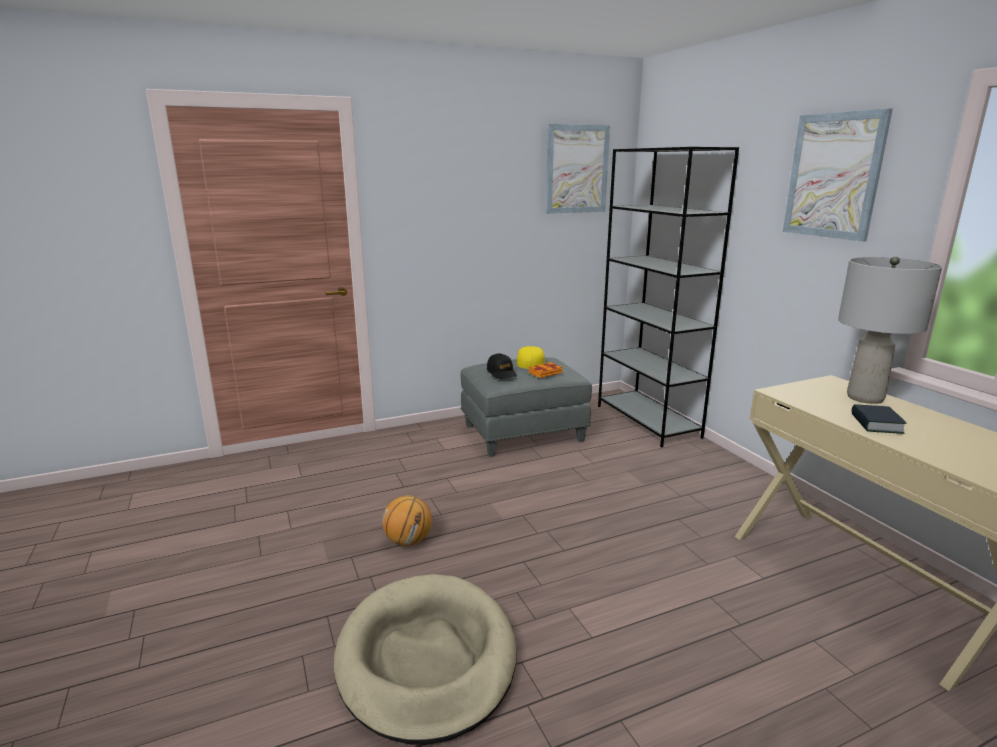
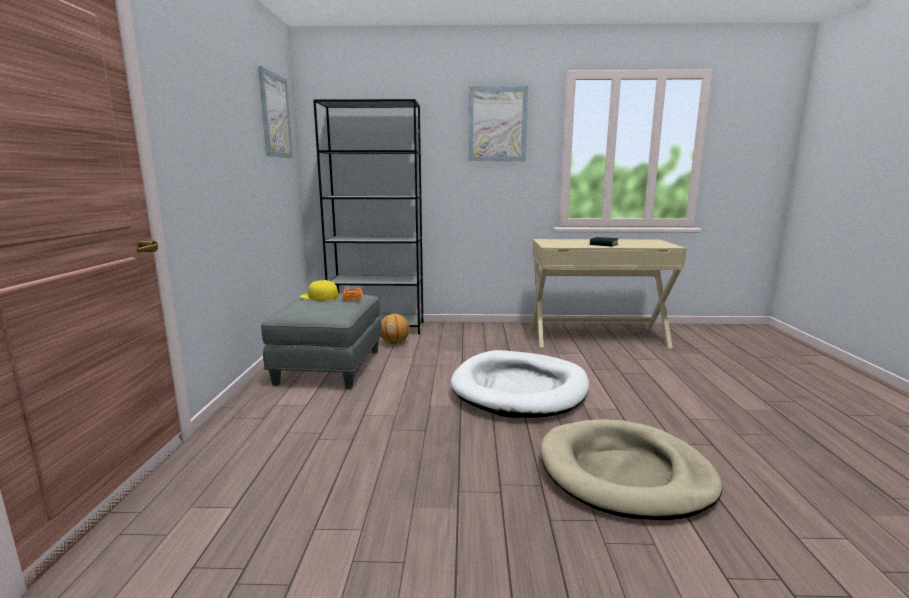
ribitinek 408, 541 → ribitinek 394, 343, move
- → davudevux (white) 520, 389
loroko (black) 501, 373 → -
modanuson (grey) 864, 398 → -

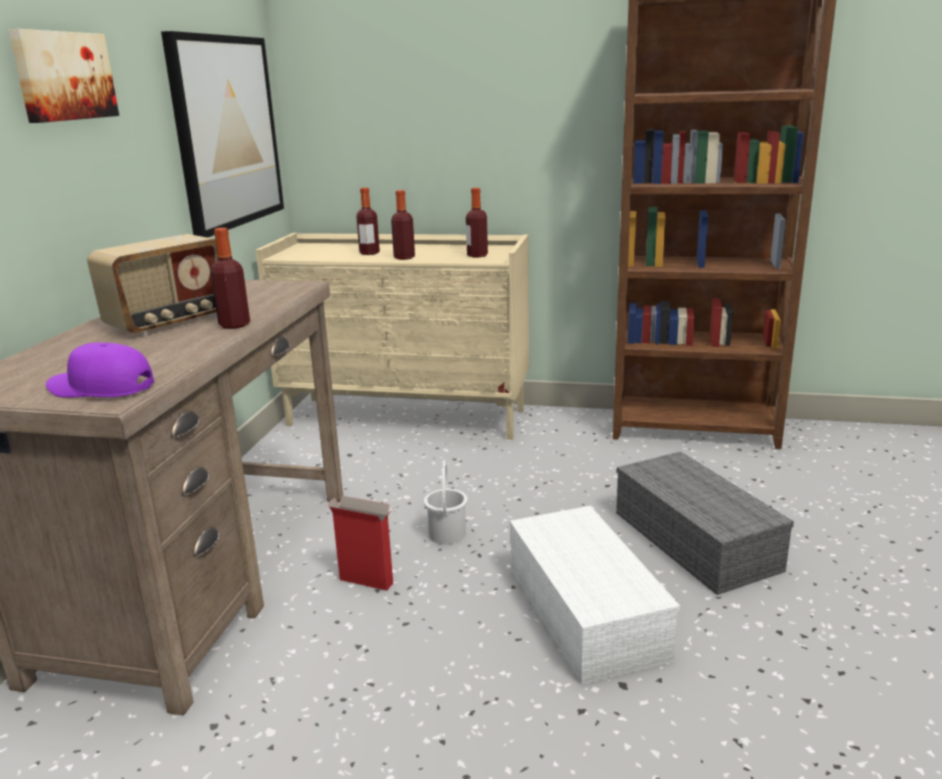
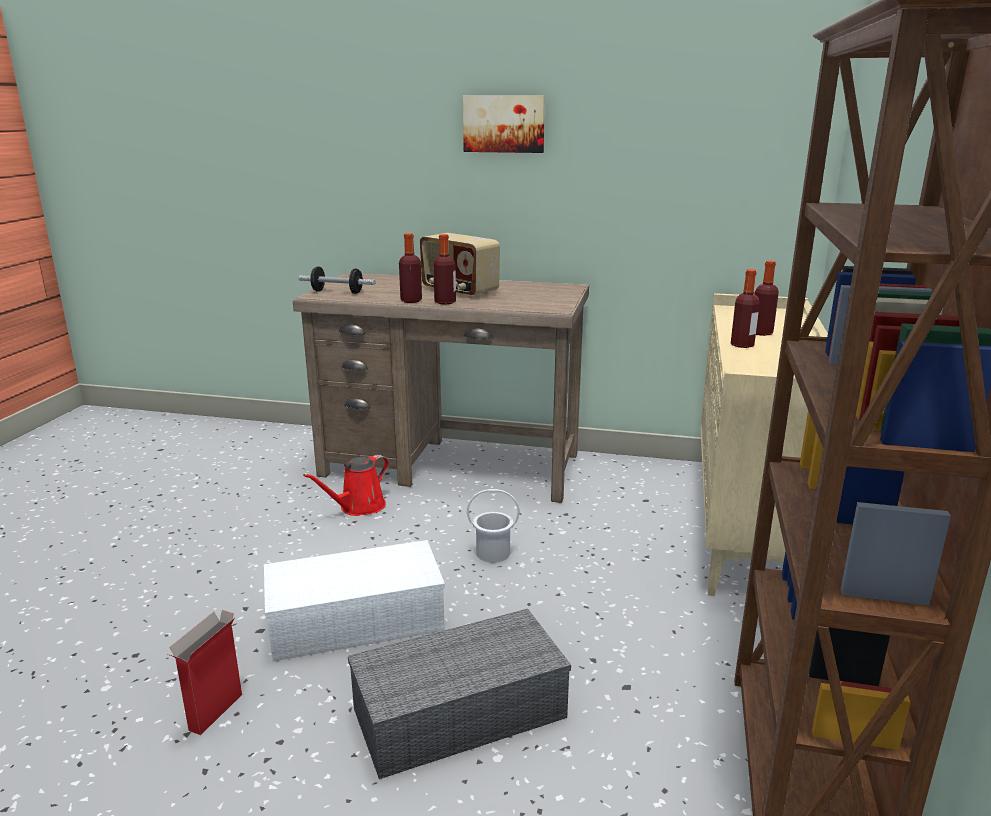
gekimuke 367, 581 → gekimuke 215, 713, move
loroko (purple) 101, 388 → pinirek 337, 292
- → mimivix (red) 358, 507
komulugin 477, 255 → komulugin 411, 301, move
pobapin 226, 132 → -

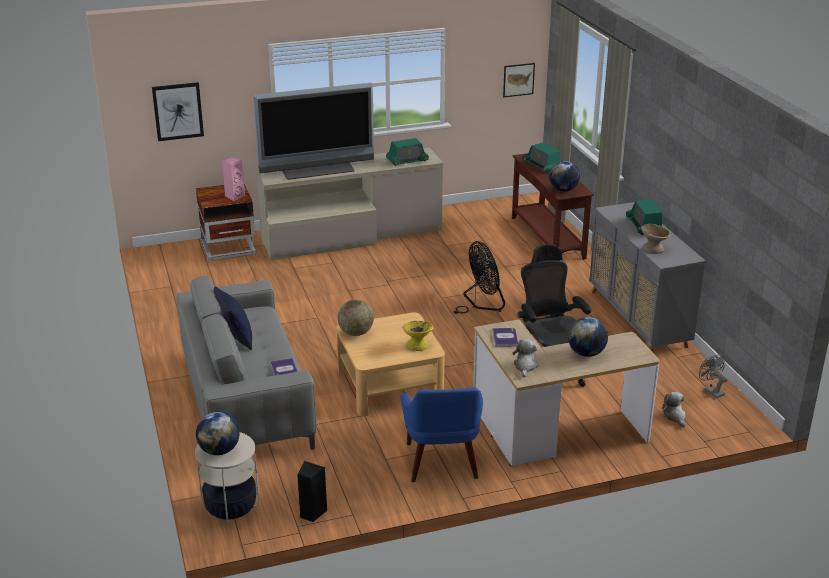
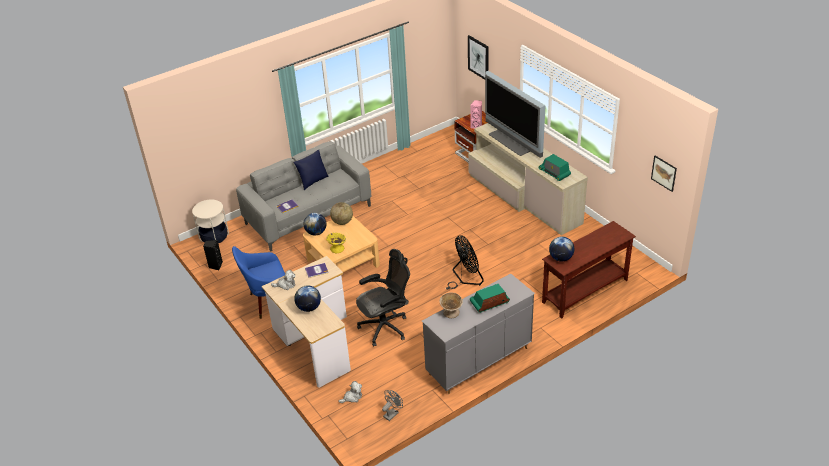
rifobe 219, 450 → rifobe 316, 232, move
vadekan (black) 478, 301 → vadekan (black) 463, 276, 75 degrees counterclockwise
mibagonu 542, 165 → -

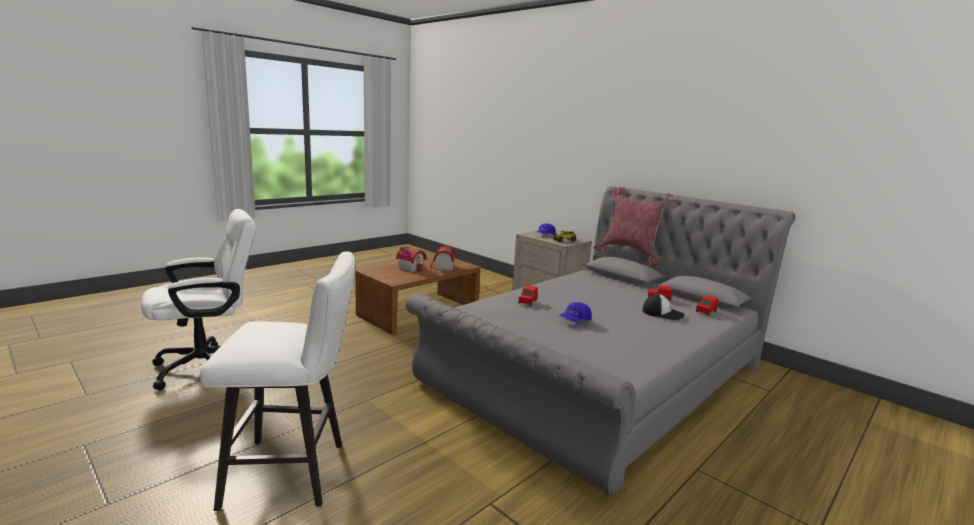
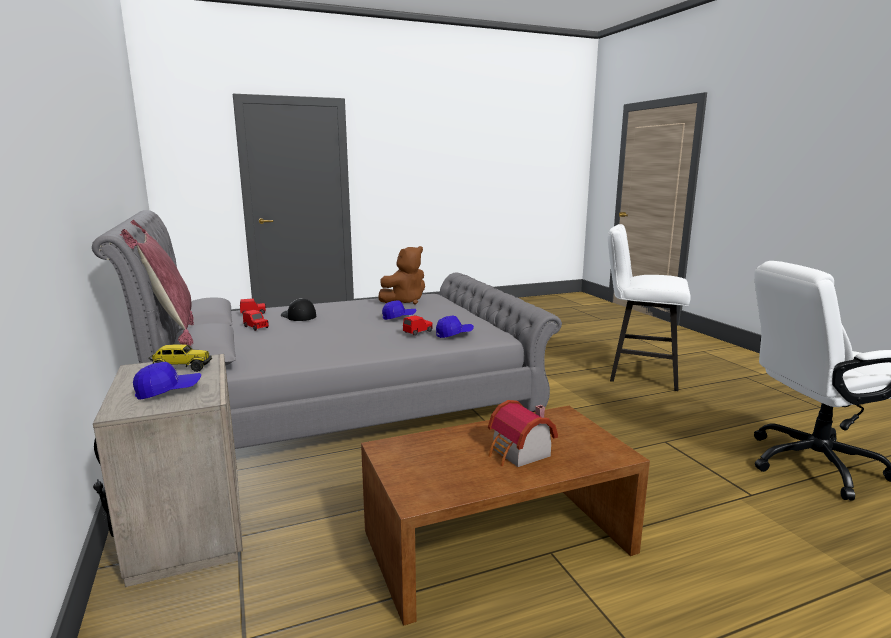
- → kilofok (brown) 405, 301
- → loroko (blue) 454, 334
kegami 442, 267 → -

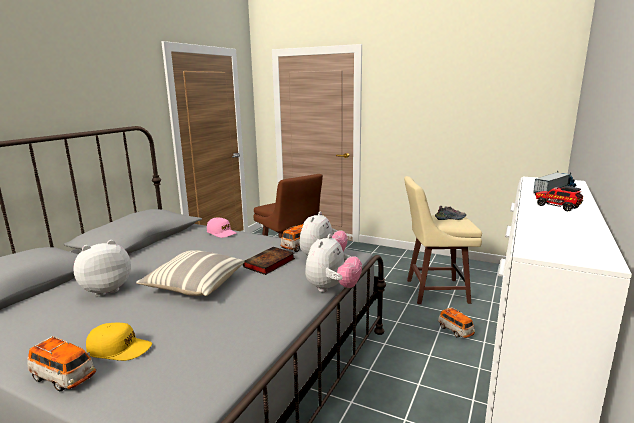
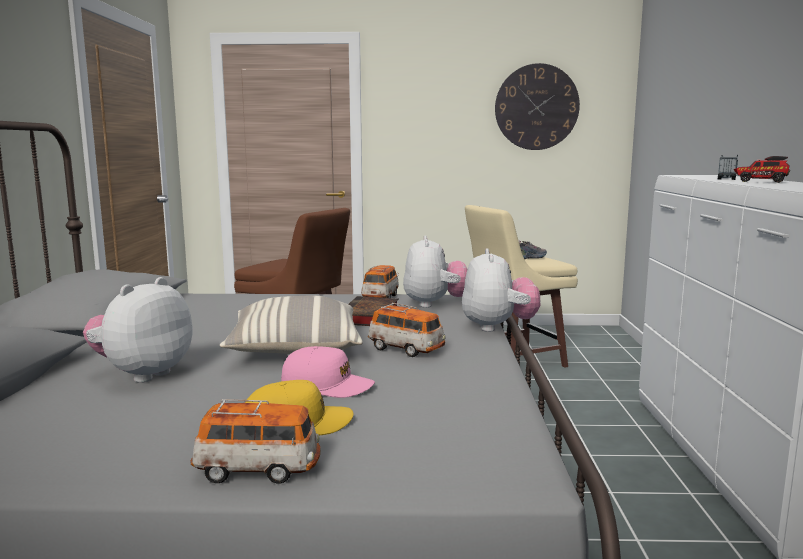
loroko (pink) 221, 233 → loroko (pink) 327, 386, move
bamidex 455, 331 → bamidex 406, 349, move
- → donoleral 536, 107

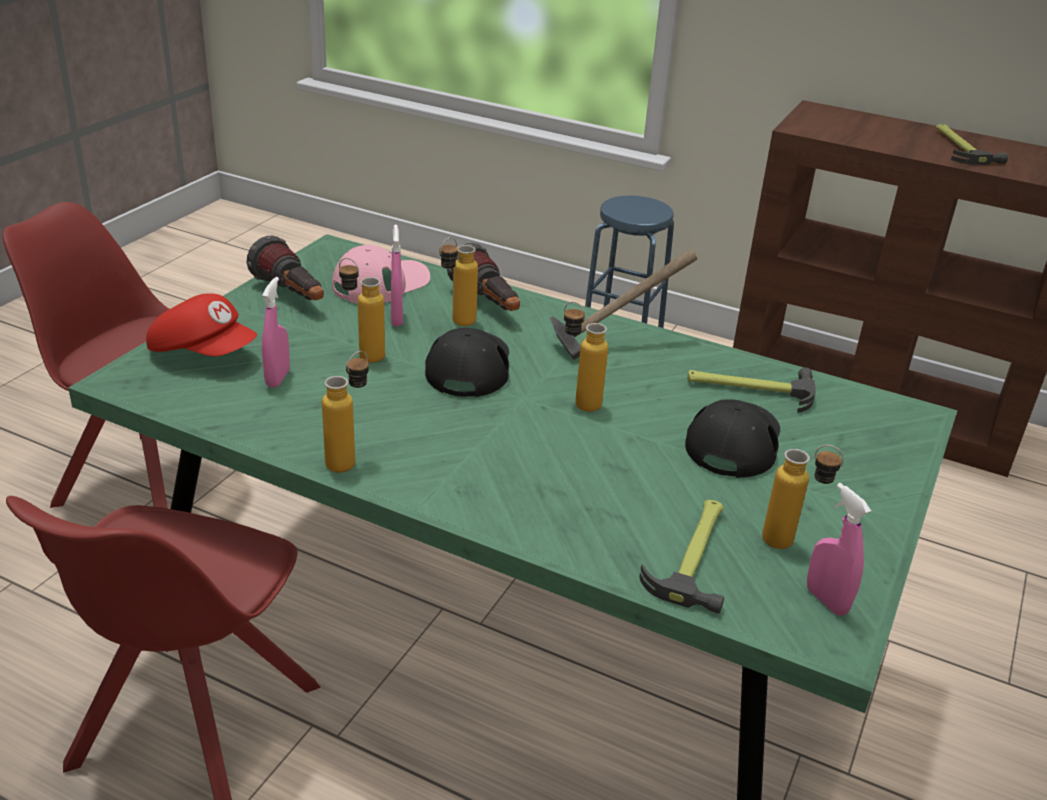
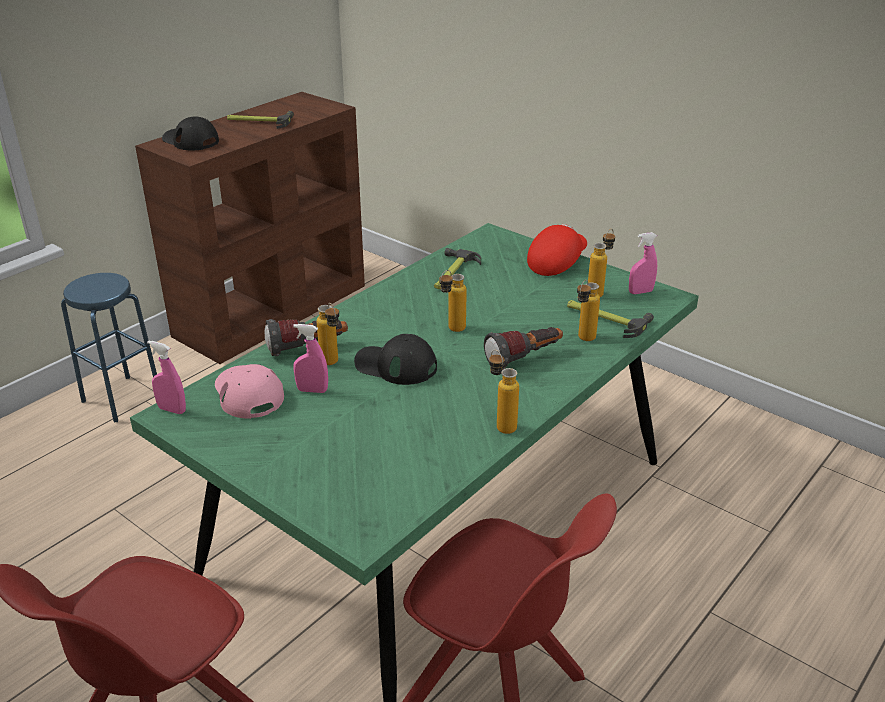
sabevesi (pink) 278, 378 → sabevesi (pink) 172, 410, move
loroko (black) 734, 441 → loroko (black) 190, 141, move
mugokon 292, 296 → mugokon 524, 359, move
loroko (red) 204, 352 → loroko (red) 556, 262, move
komulugin 362, 354 → komulugin 583, 340, move
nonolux 614, 342 → -

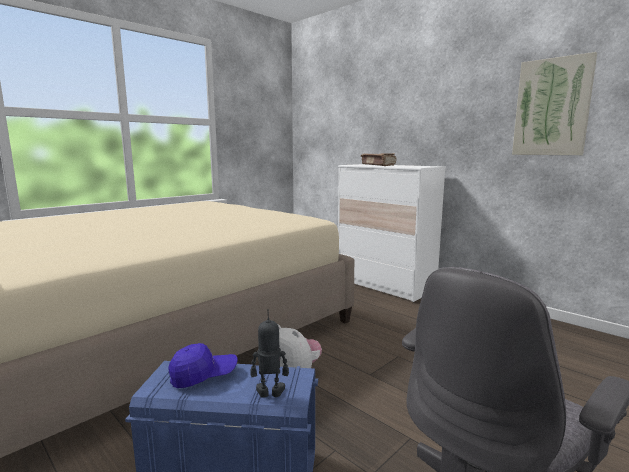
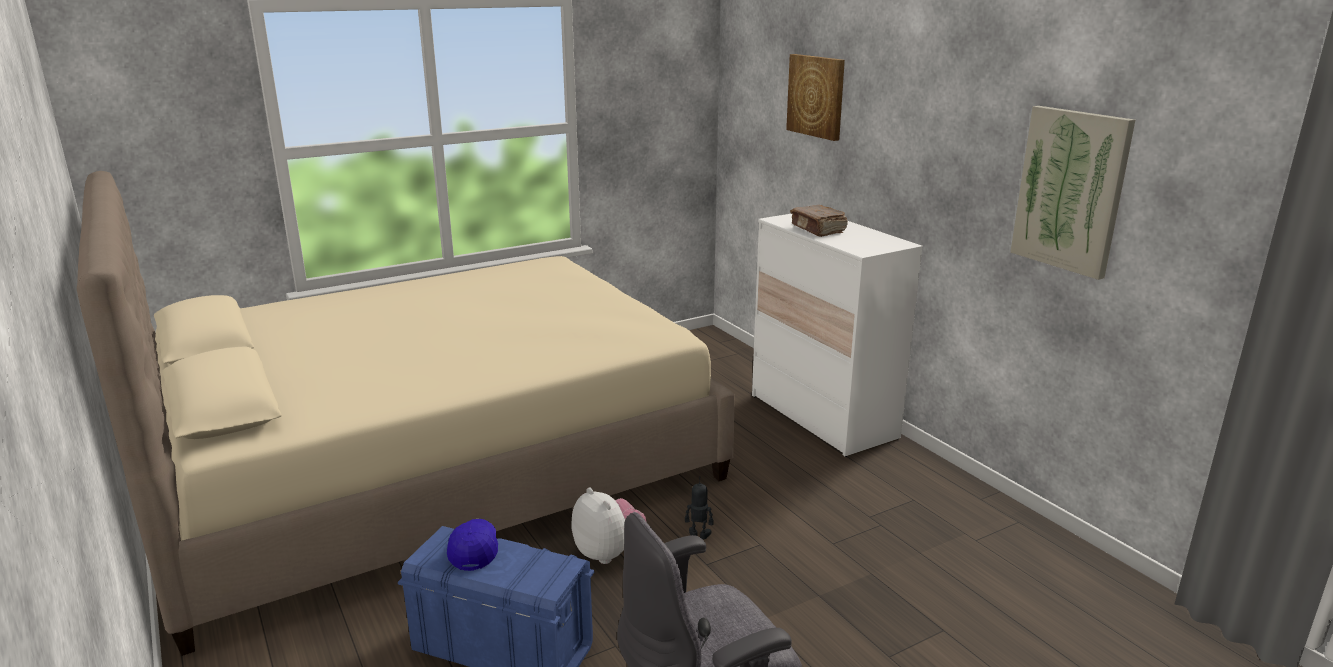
loroko (blue) 203, 376 → loroko (blue) 474, 550, 90 degrees counterclockwise
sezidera 270, 394 → sezidera 699, 536, move
- → pobapin 816, 96

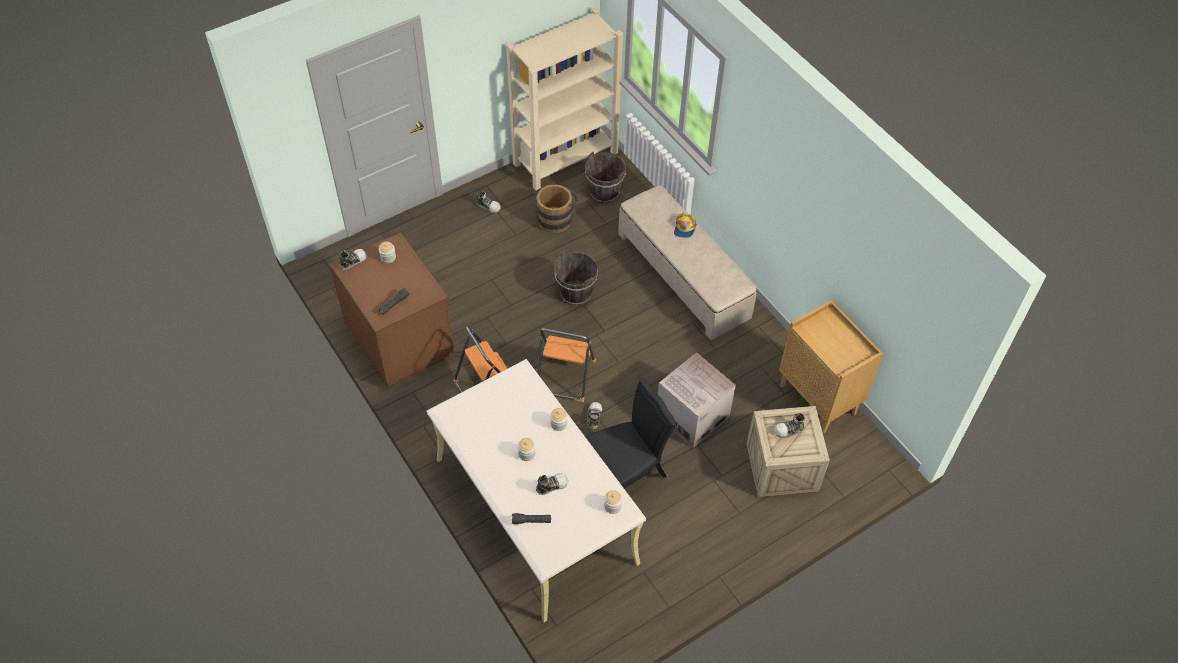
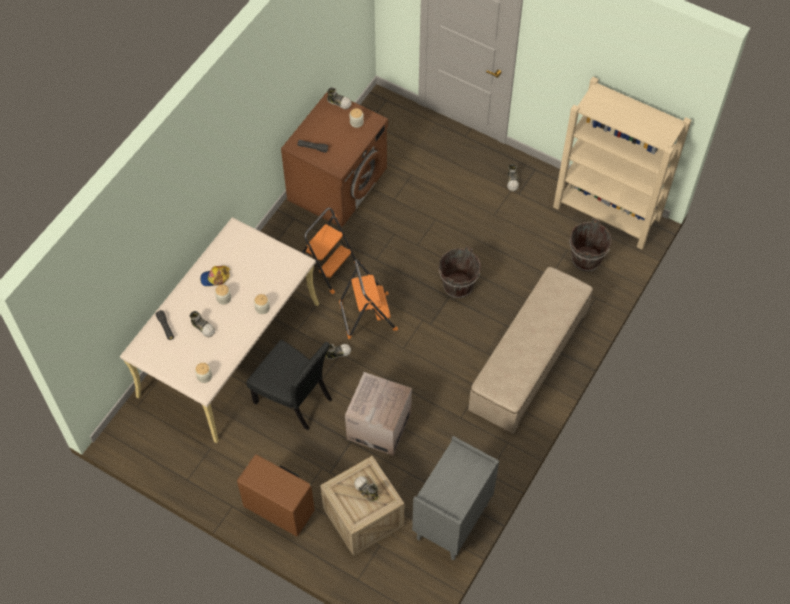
loroko 684, 227 → loroko 215, 278, move
- → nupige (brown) 280, 509
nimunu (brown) 818, 400 → nimunu (grey) 451, 522
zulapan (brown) 556, 218 → -

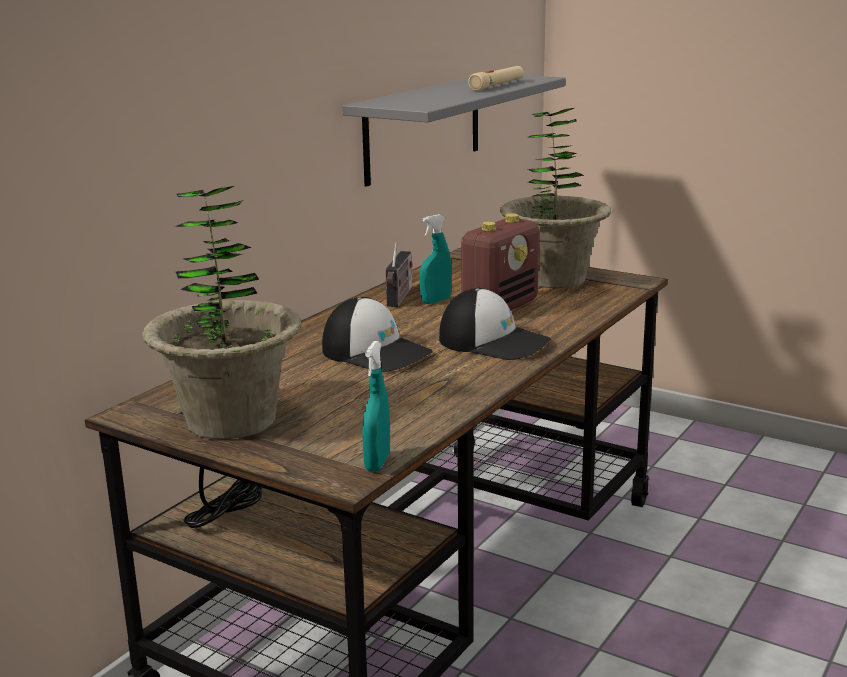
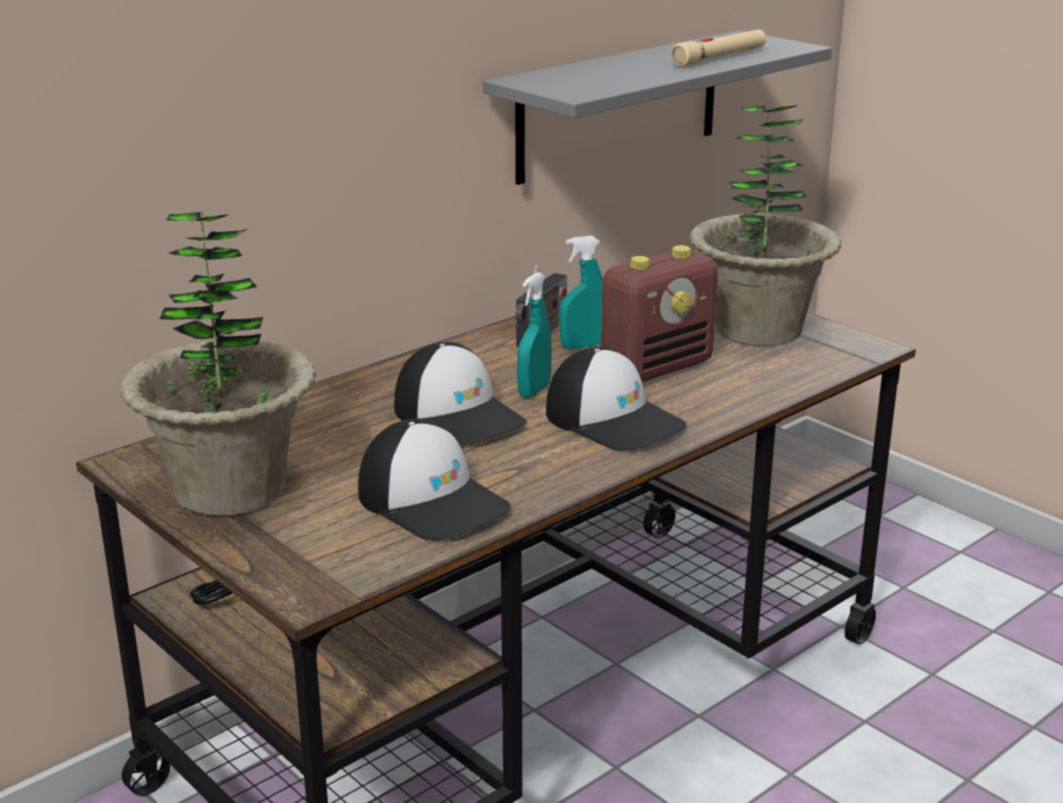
- → loroko 433, 501
sabevesi (turquoise) 377, 463 → sabevesi (turquoise) 534, 391, move

